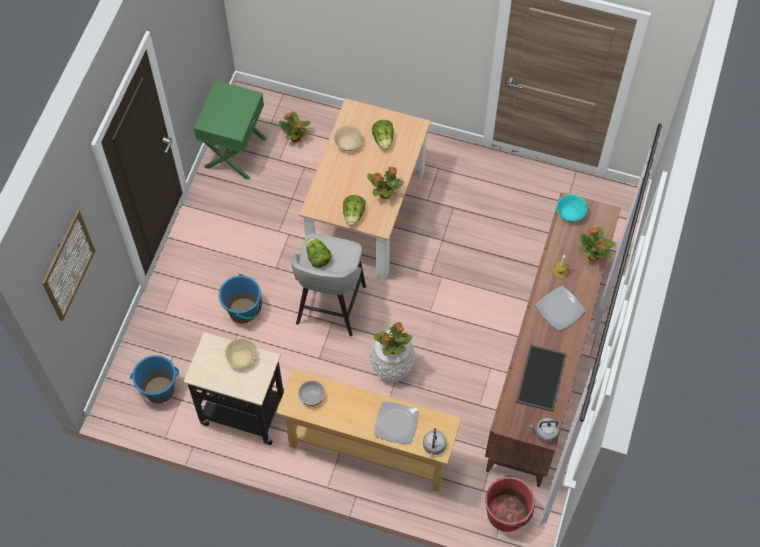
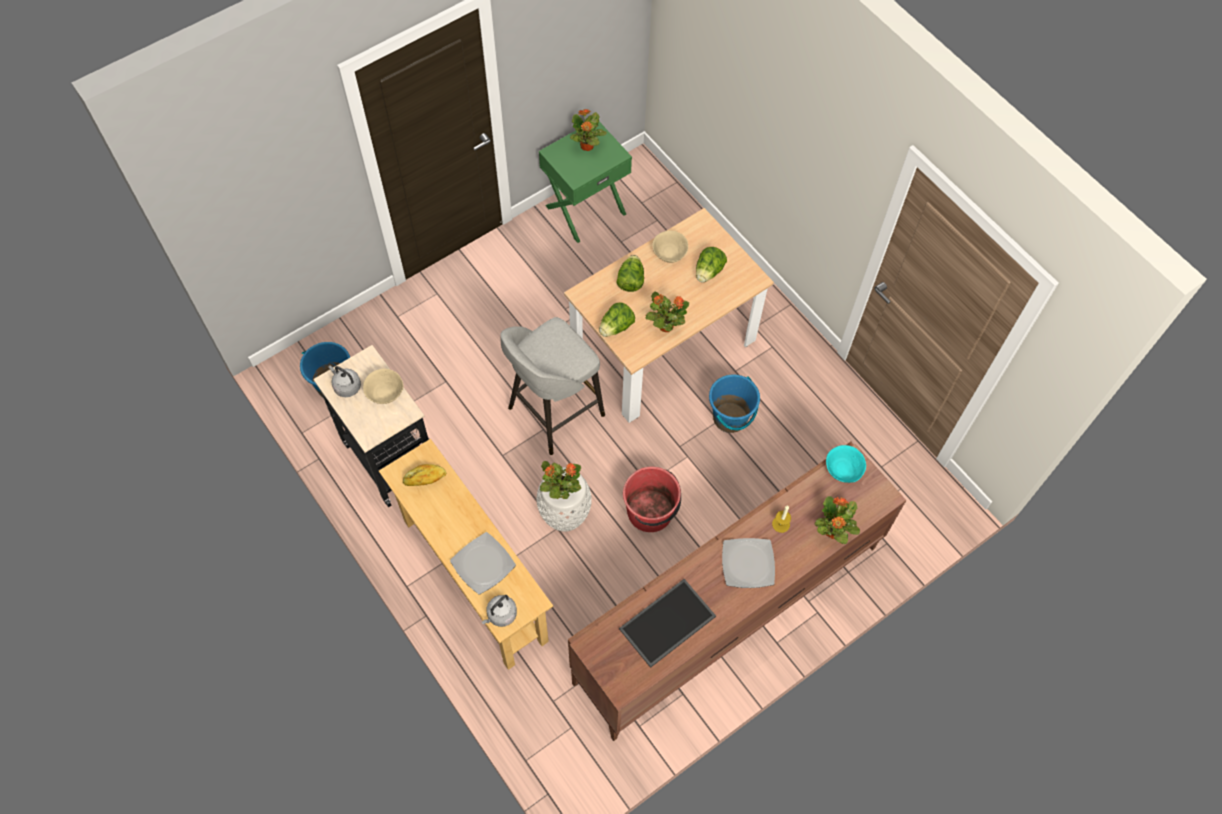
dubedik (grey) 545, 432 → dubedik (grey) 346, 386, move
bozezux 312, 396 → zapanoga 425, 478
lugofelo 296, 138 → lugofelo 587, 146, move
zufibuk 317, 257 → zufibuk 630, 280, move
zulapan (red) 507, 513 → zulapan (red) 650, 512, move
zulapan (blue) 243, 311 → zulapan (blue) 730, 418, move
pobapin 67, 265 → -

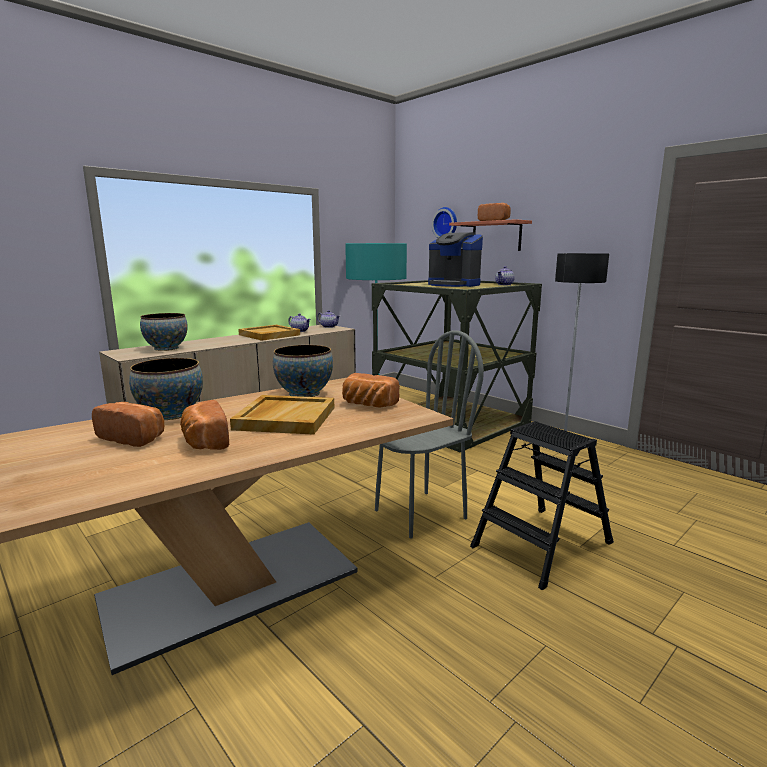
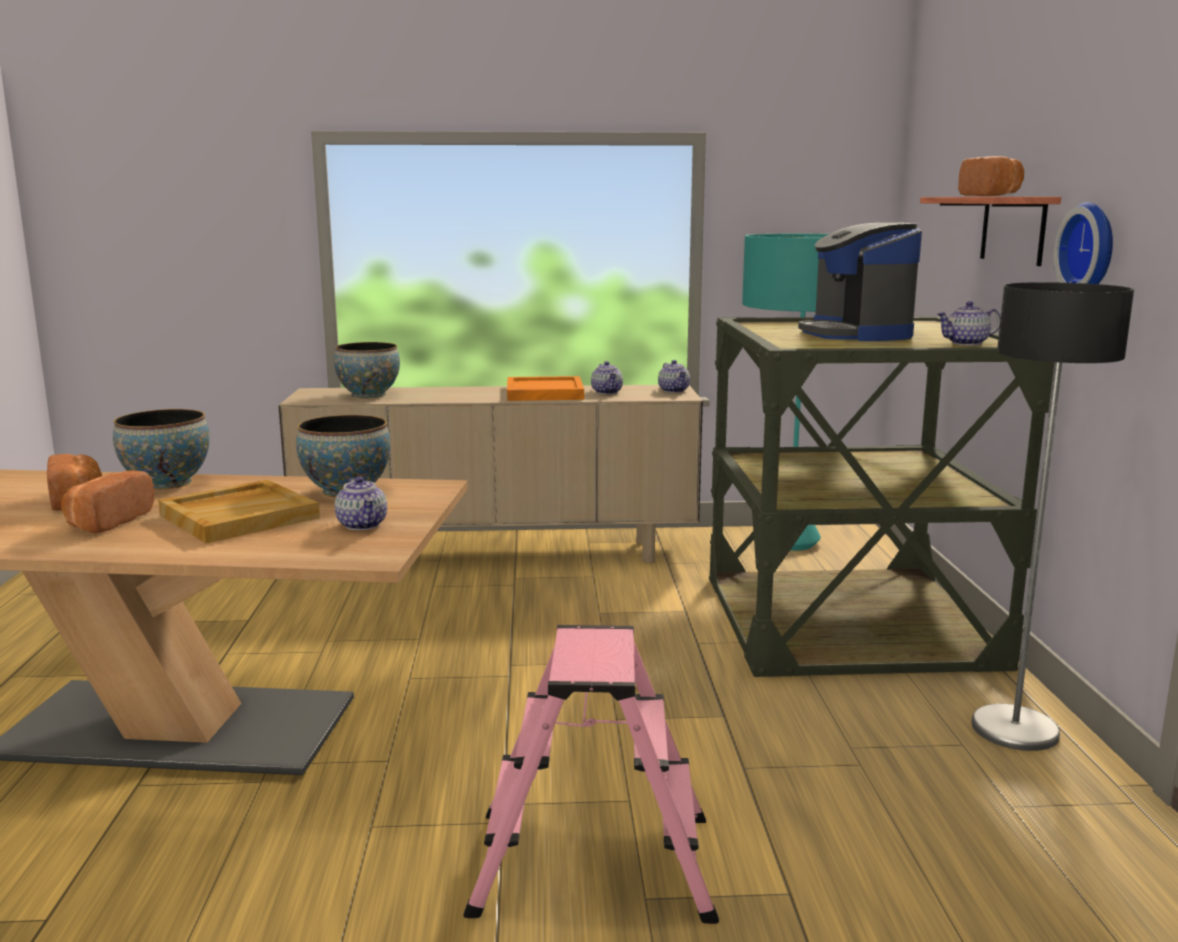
zapanoga 368, 405 → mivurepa 363, 525
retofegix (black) 542, 544 → retofegix (pink) 593, 864
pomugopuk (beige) 269, 335 → pomugopuk (orange) 544, 393
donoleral 446, 224 → donoleral 1091, 249, move
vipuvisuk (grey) 419, 514 → -

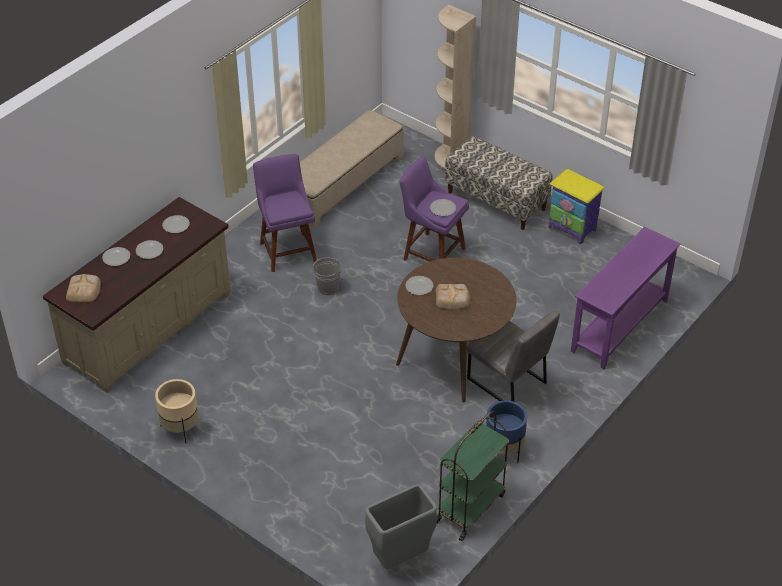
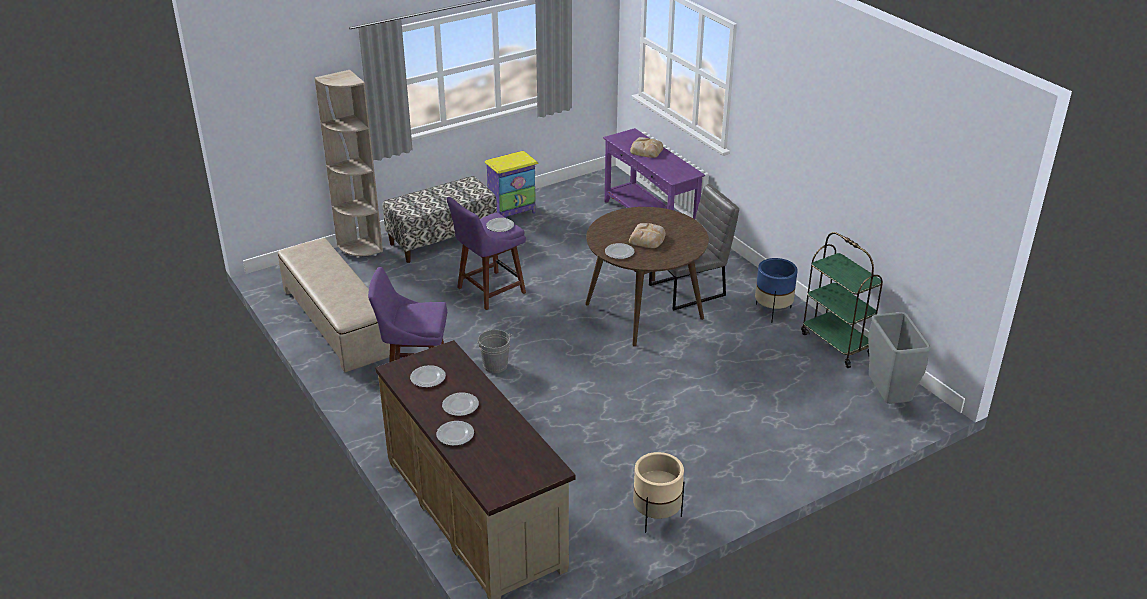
zapanoga 84, 290 → zapanoga 646, 150, move

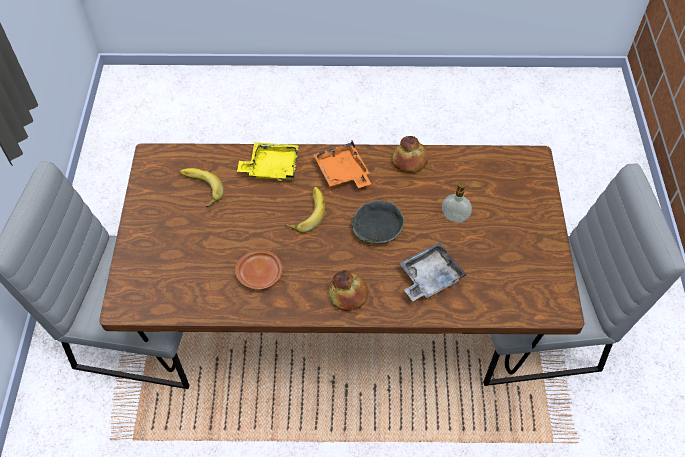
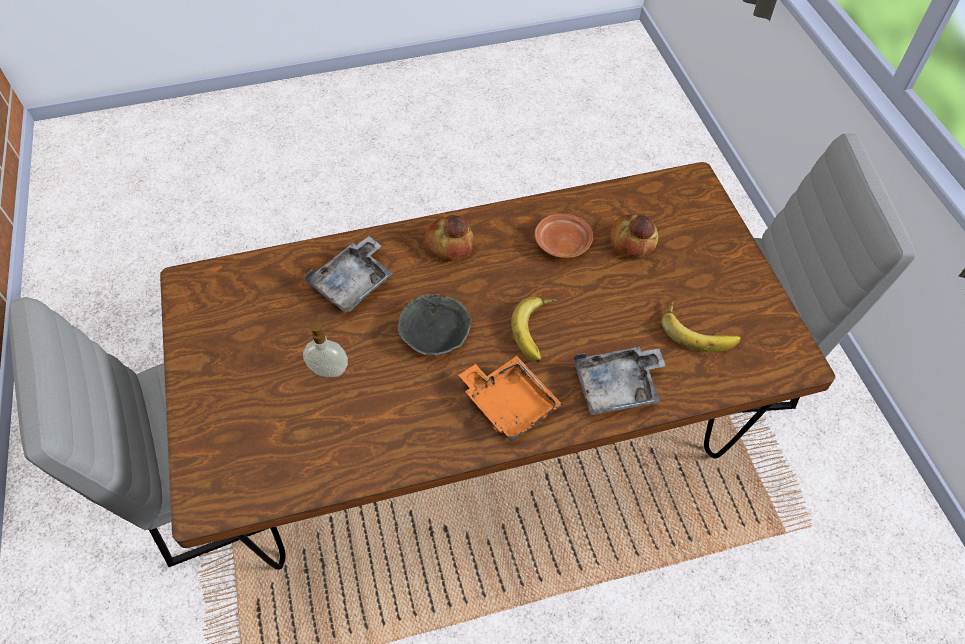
pomugopuk (yellow) 271, 167 → pomugopuk (grey) 617, 387
zapanoga 410, 161 → zapanoga 632, 241, move

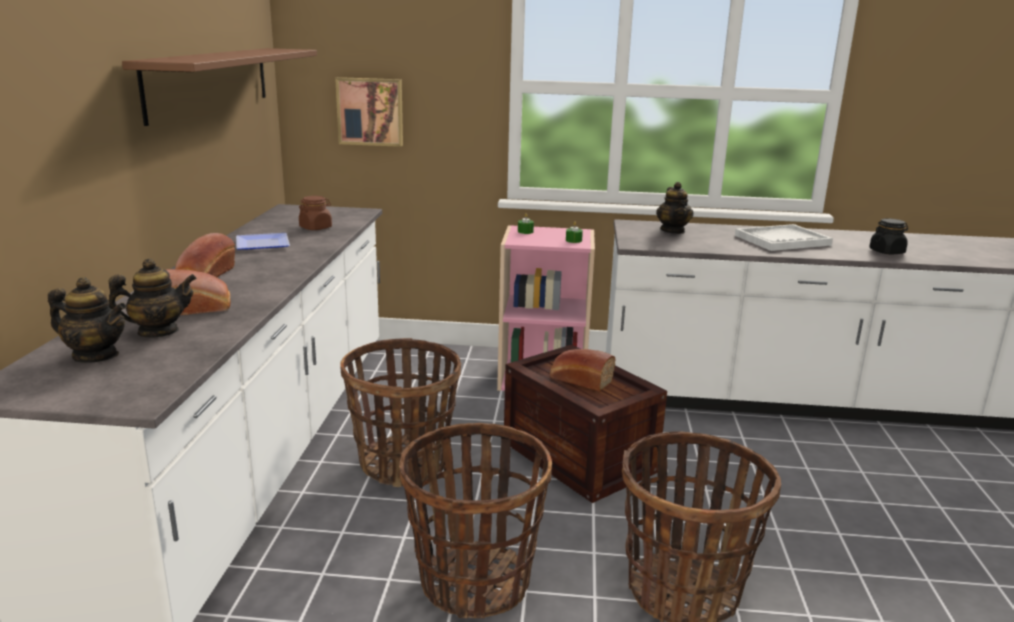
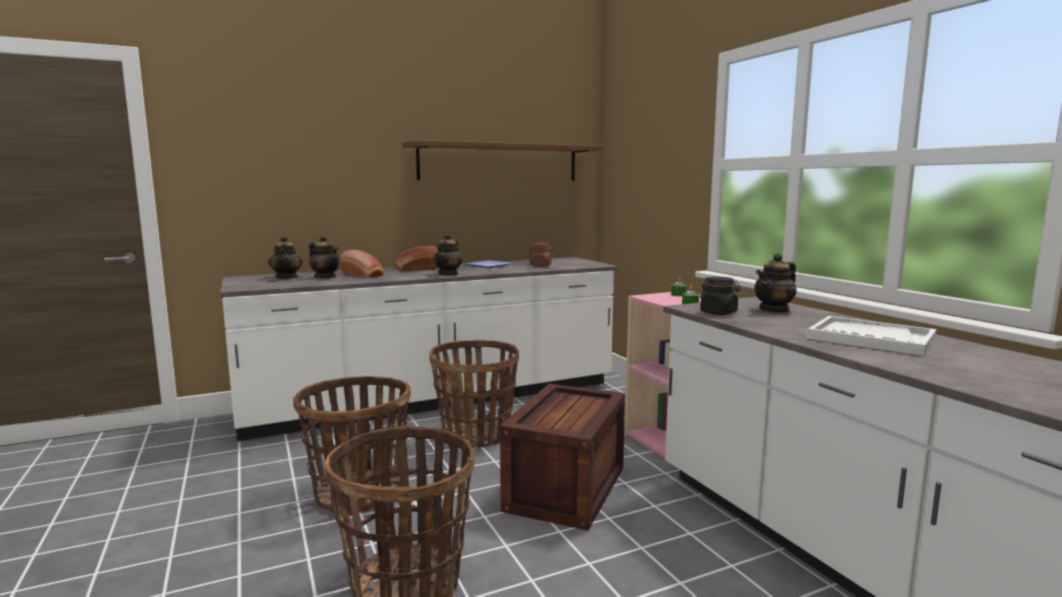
- → mivurepa 448, 274
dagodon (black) 887, 252 → dagodon (black) 719, 313, move
pobapin 370, 111 → -
zapanoga 579, 380 → -

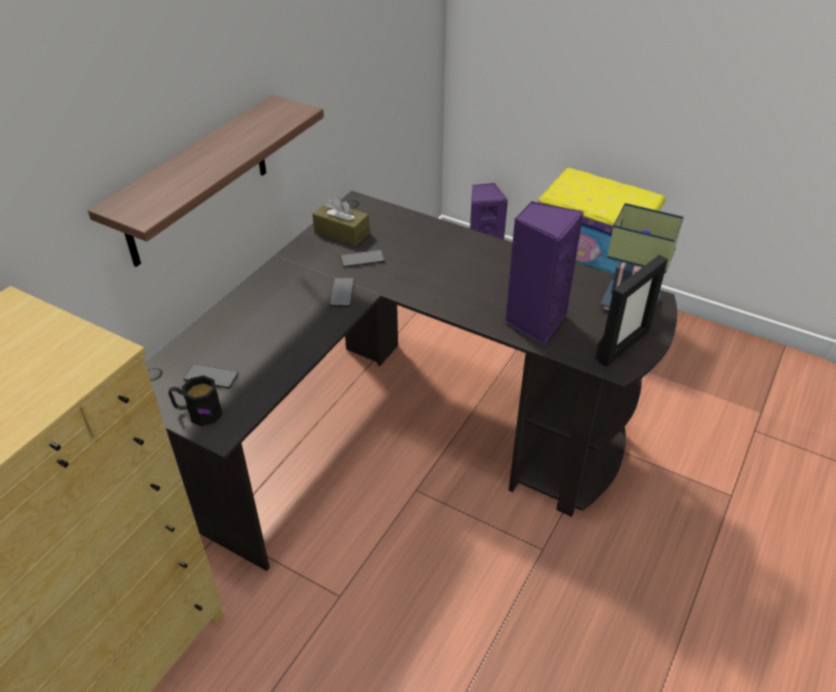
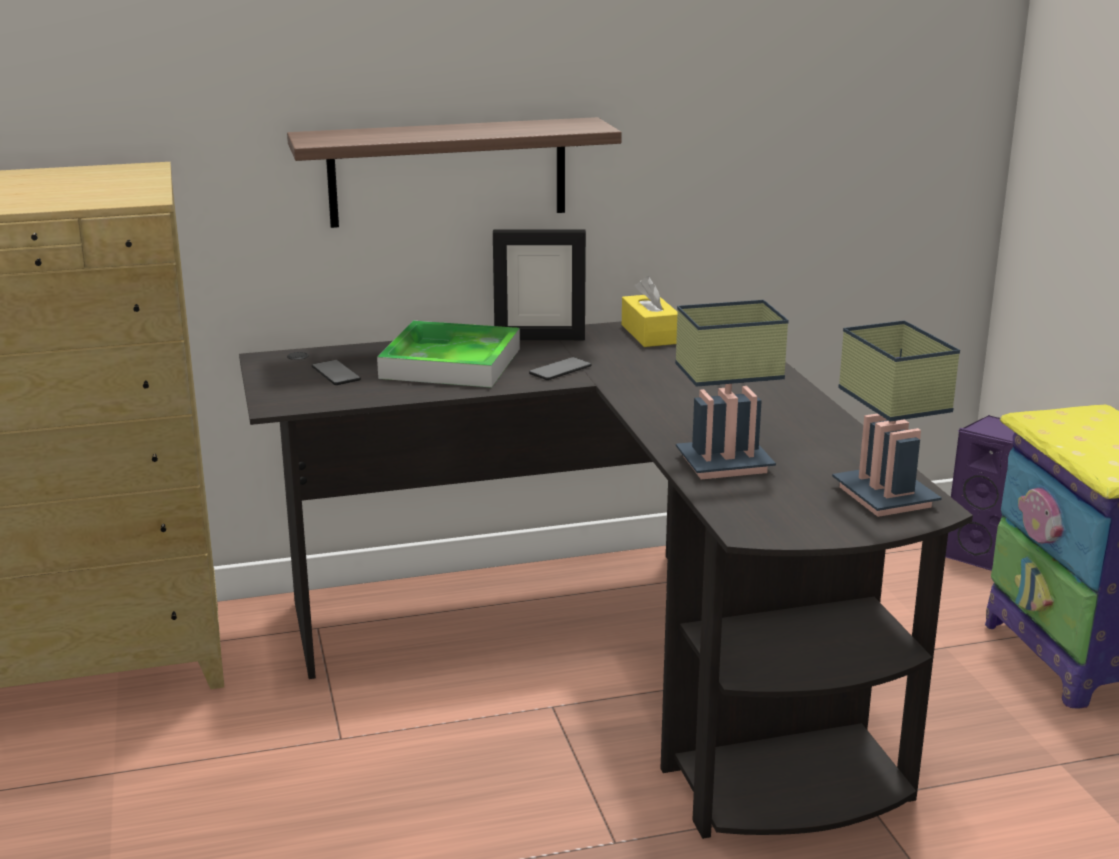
- → pomugopuk 451, 363
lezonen 622, 345 → lezonen 539, 337, move
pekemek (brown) 342, 232 → pekemek (yellow) 650, 334
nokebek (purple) 534, 321 → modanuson 726, 462
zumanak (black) 198, 413 → -
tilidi 362, 259 → -

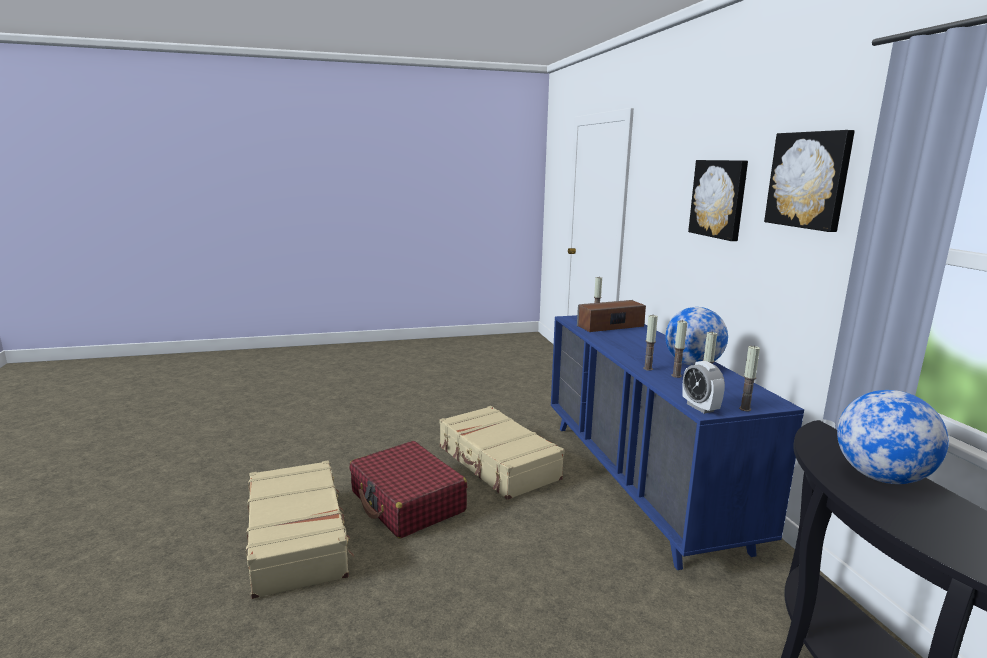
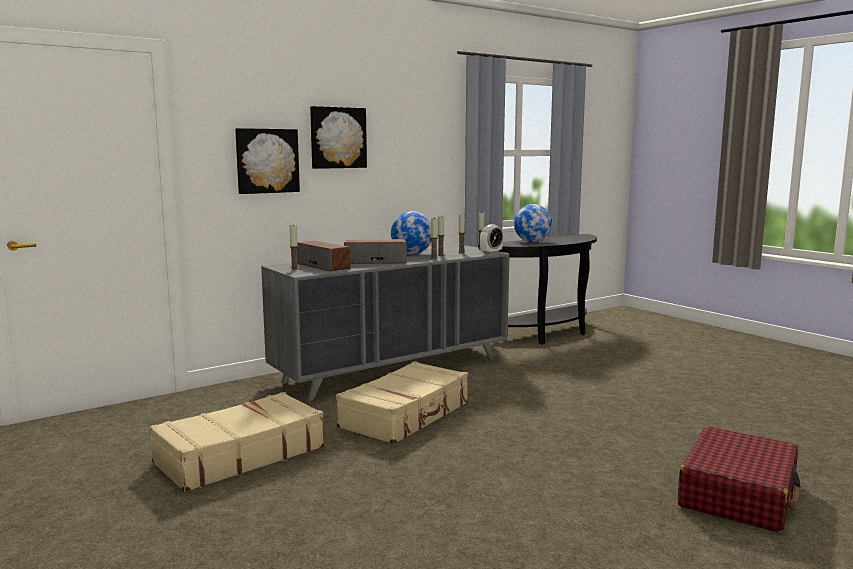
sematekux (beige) 298, 538 → sematekux (beige) 239, 455, move
pobapin 809, 180 → pobapin 267, 161, move
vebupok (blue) 640, 481 → vebupok (grey) 394, 370
- → nokebek 375, 261
sematekux (red) 407, 502 → sematekux (red) 738, 495, move

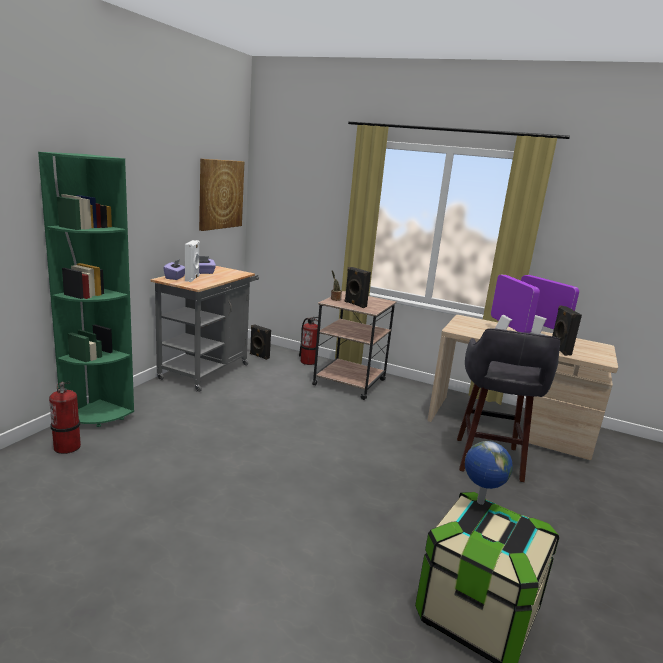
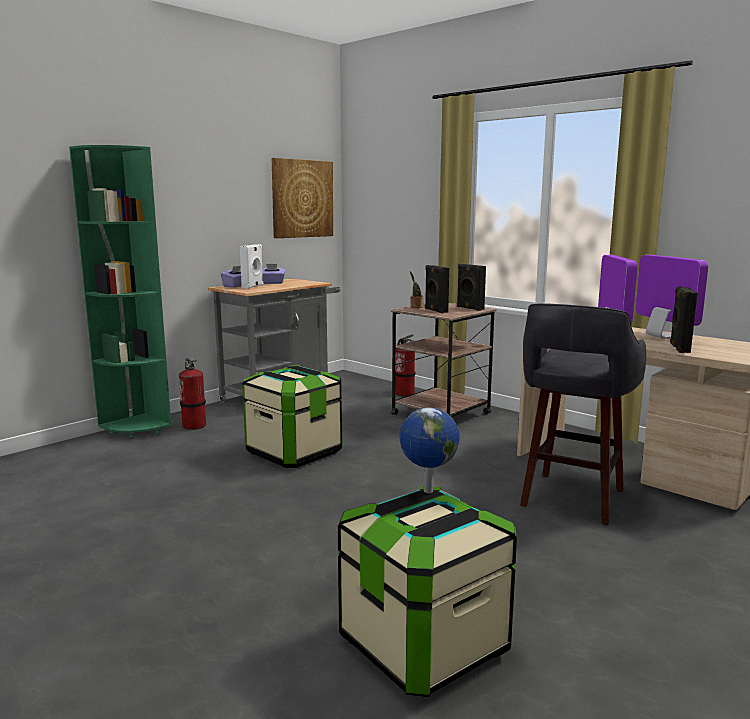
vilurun 67, 447 → vilurun 194, 425, move
- → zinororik 294, 452
nokebek (black) 259, 356 → nokebek (black) 469, 308, move

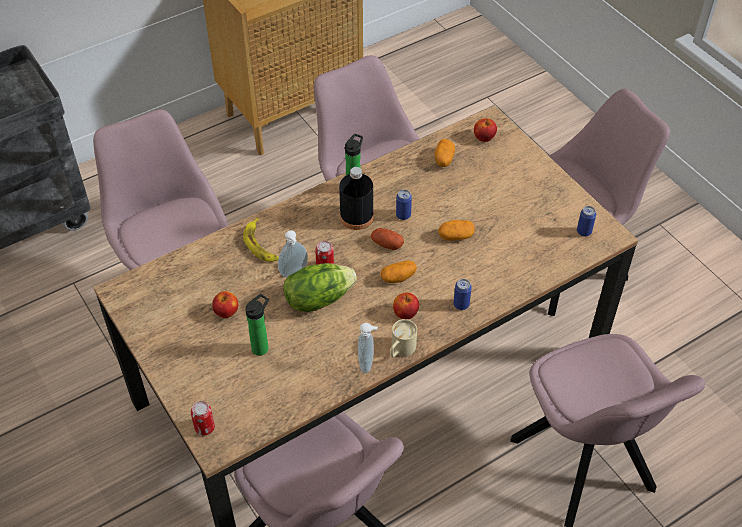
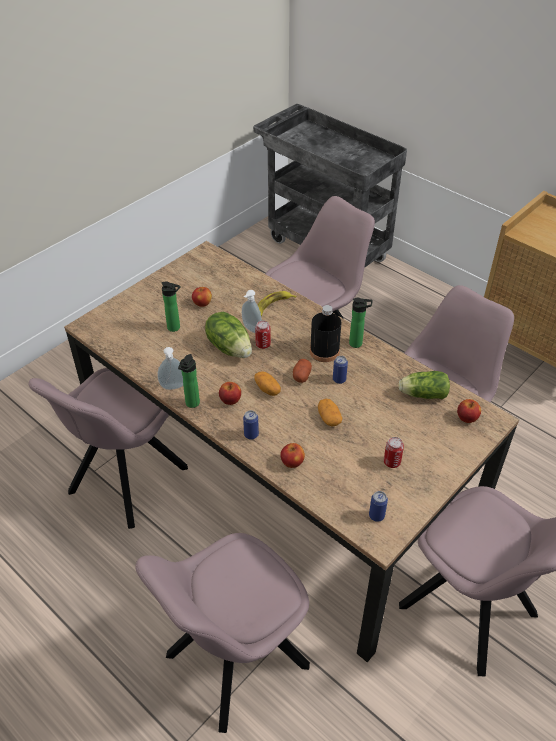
zumanak (beige) 400, 350 → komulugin 191, 404
- → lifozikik 292, 462
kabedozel 204, 427 → kabedozel 392, 462, move
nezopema 443, 159 → zufibuk 421, 394

